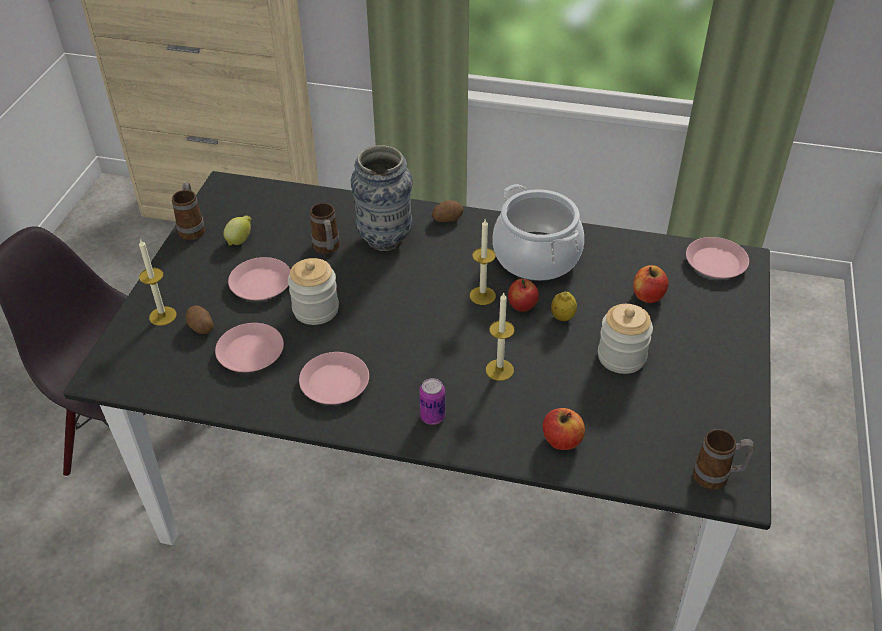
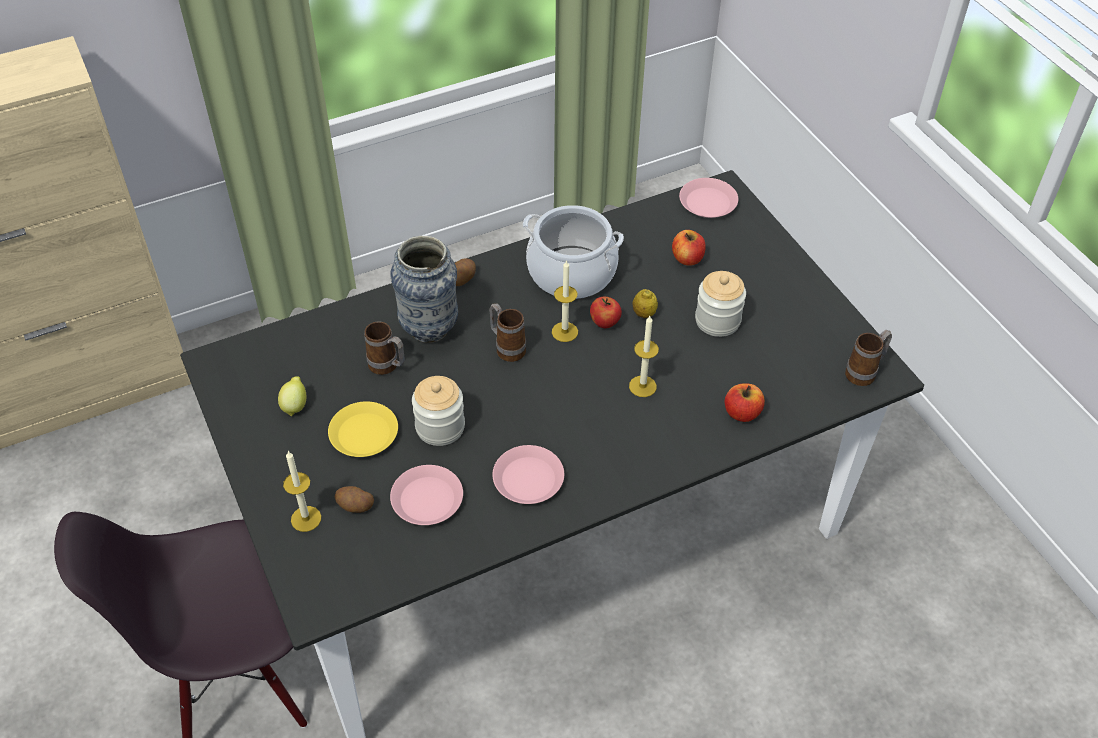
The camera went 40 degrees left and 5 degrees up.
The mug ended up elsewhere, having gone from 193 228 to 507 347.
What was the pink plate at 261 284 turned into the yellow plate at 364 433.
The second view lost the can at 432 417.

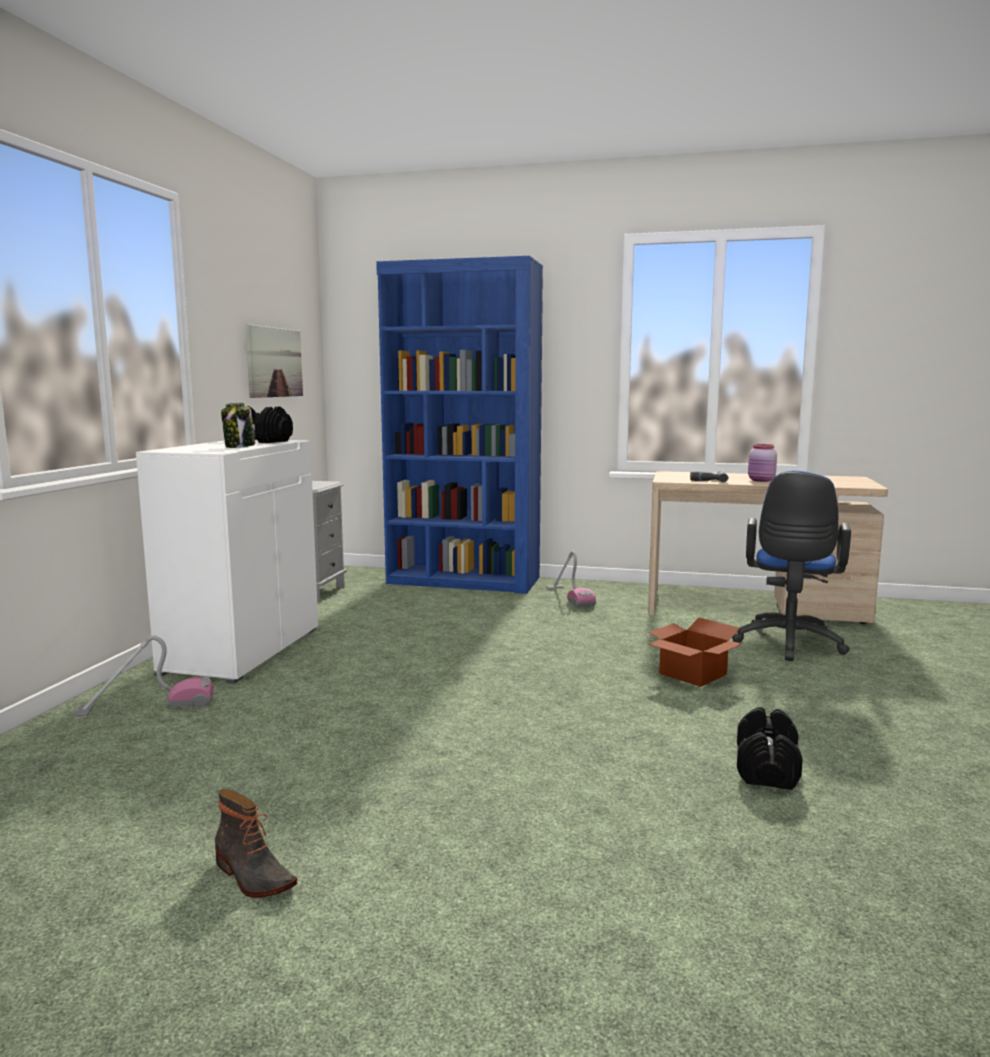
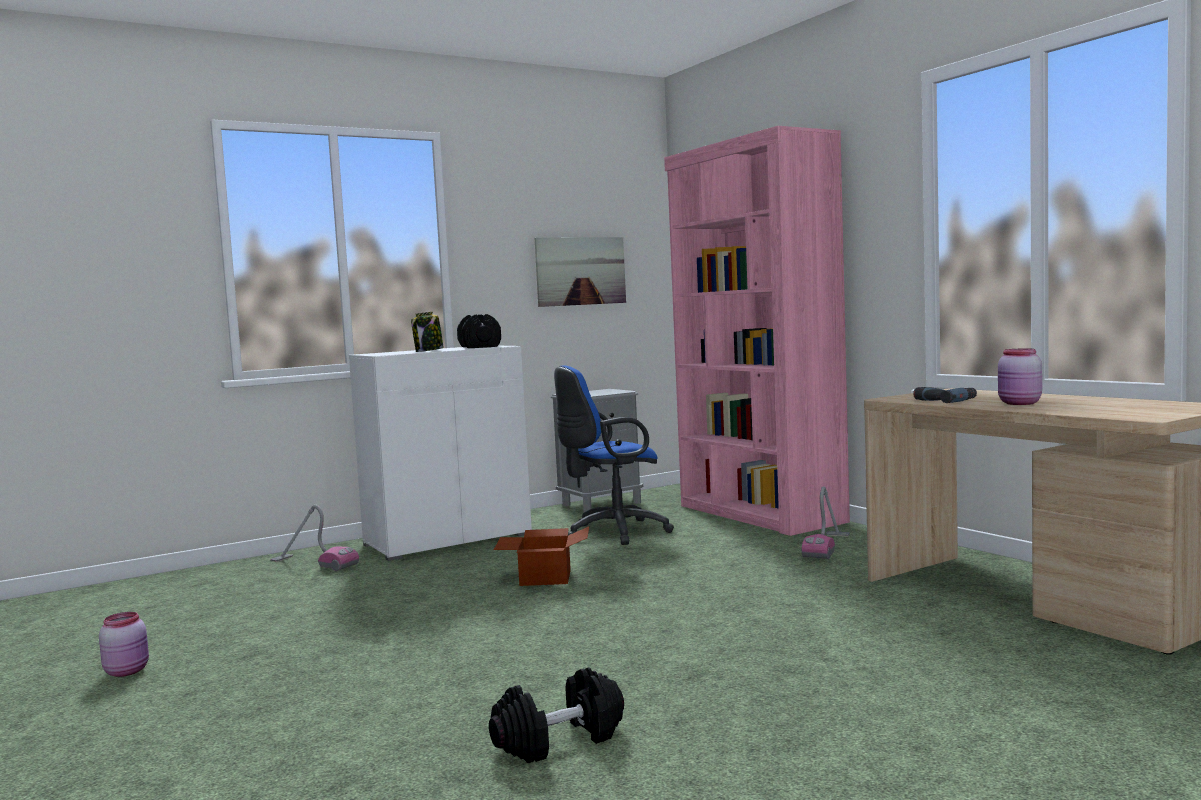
The camera went 45 degrees right and 5 degrees down.
What was the blue bookcase at 464 581 turned into the pink bookcase at 760 514.
The blue office chair ended up elsewhere, having gone from 788 645 to 611 533.
The cardboard box ended up elsewhere, having gone from 691 674 to 544 577.
Where the boot stood at 252 877, the pink jar came to stand at 128 671.

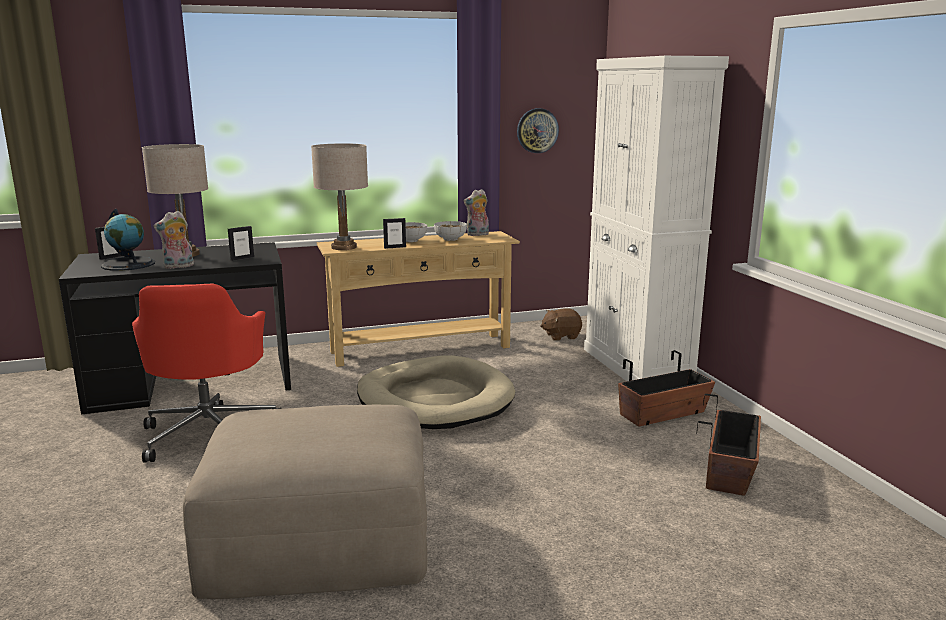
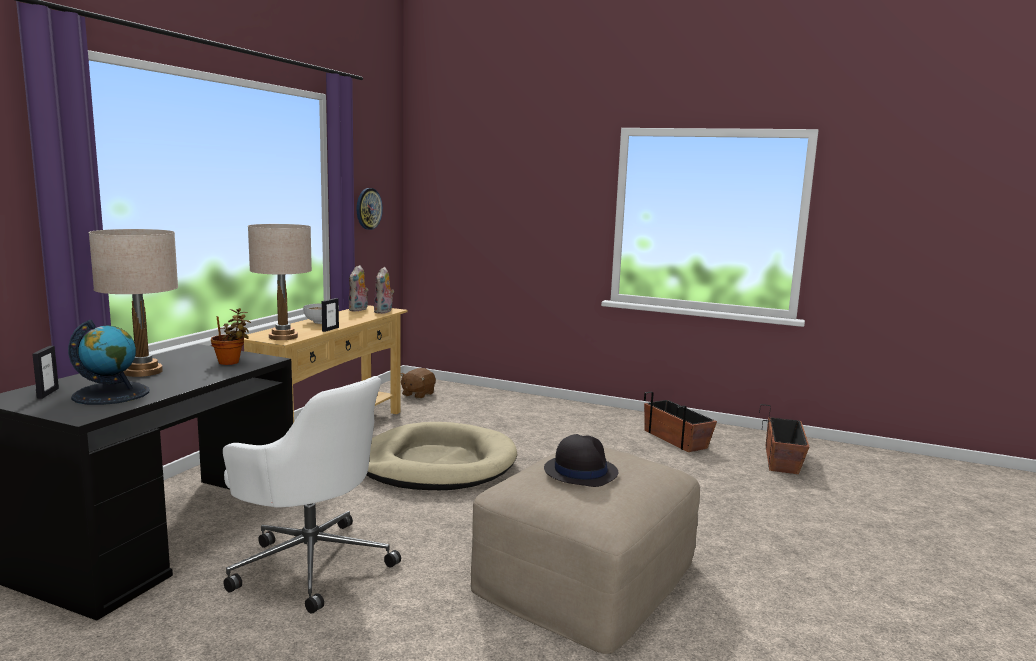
The camera went 50 degrees left and 5 degrees down.
The second view lost the white cabinet at 637 366.
The plush toy ended up elsewhere, having gone from 178 266 to 384 312.
The second view lost the bowl at 450 239.
Where the picture frame stood at 242 258, the potted plant came to stand at 231 362.
What was the red office chair at 210 433 turned into the white office chair at 311 563.
The planter ended up elsewhere, having gone from 663 414 to 782 459.
The second view gained the black hat at 580 471.

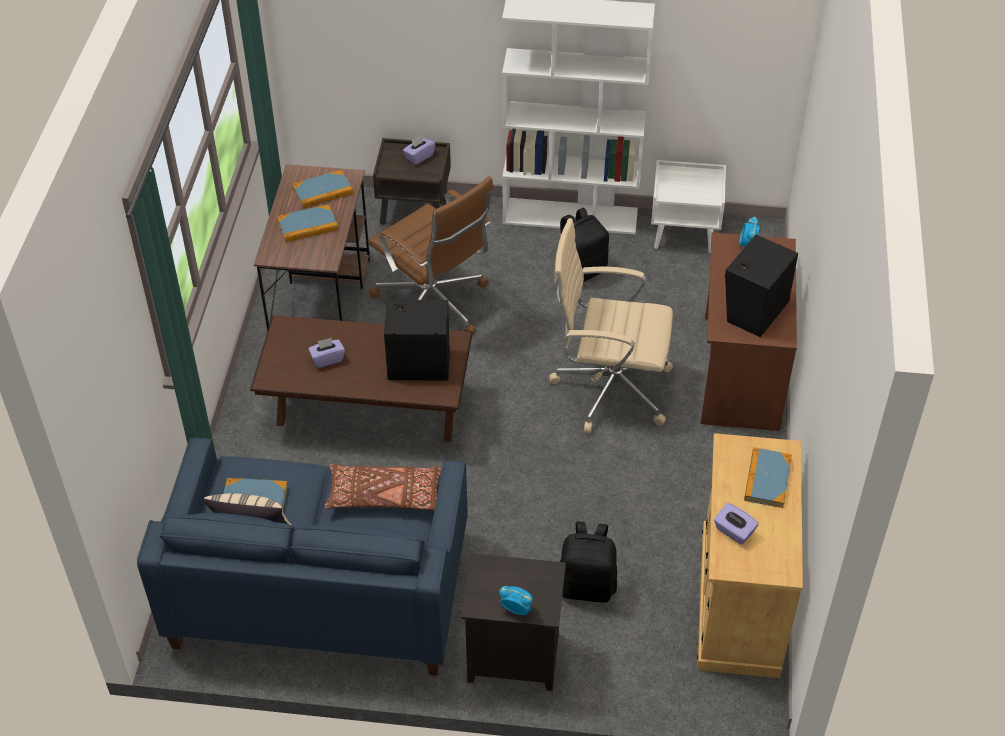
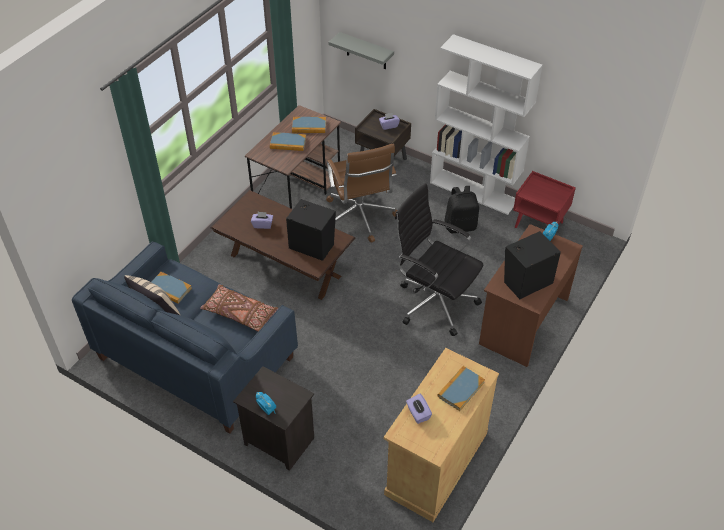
The camera went 25 degrees right and 0 degrees up.
What was the white nightstand at 684 234 turned into the red nightstand at 539 224.
What was the beige office chair at 609 388 turned into the black office chair at 434 302.
The second view lost the black backpack at 587 586.
The second view gained the grey shelf at 366 51.

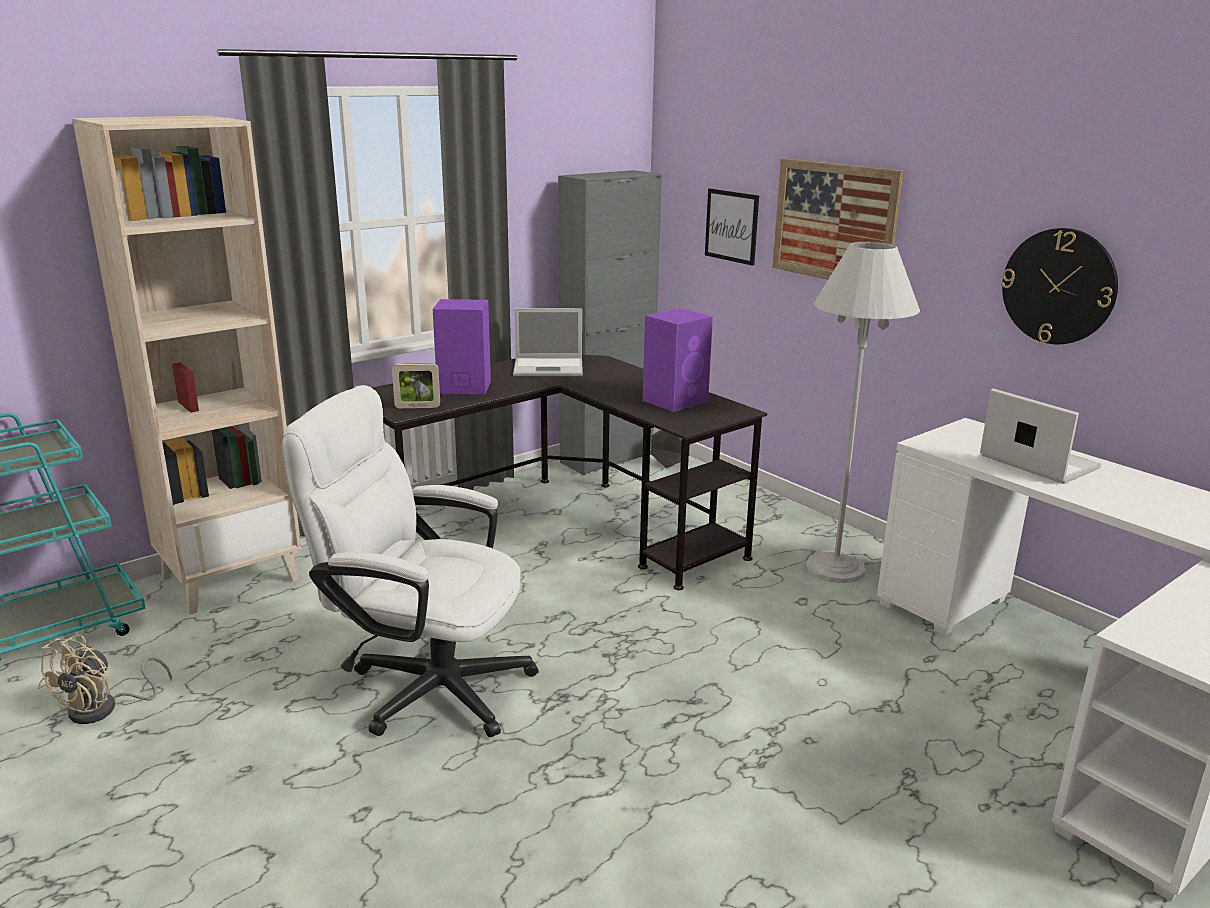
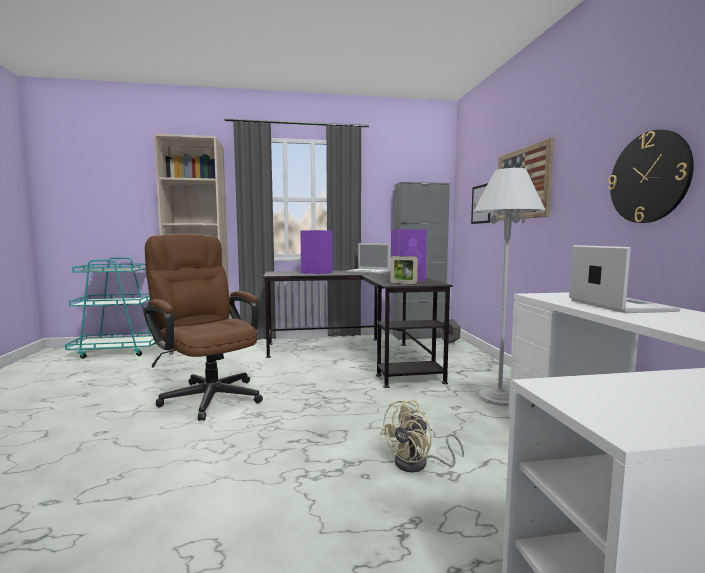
The camera went 30 degrees right and 15 degrees down.
The picture frame ended up elsewhere, having gone from 417 407 to 403 283.
What was the white office chair at 425 684 turned into the brown office chair at 208 394.
The beige fan ended up elsewhere, having gone from 104 709 to 418 464.

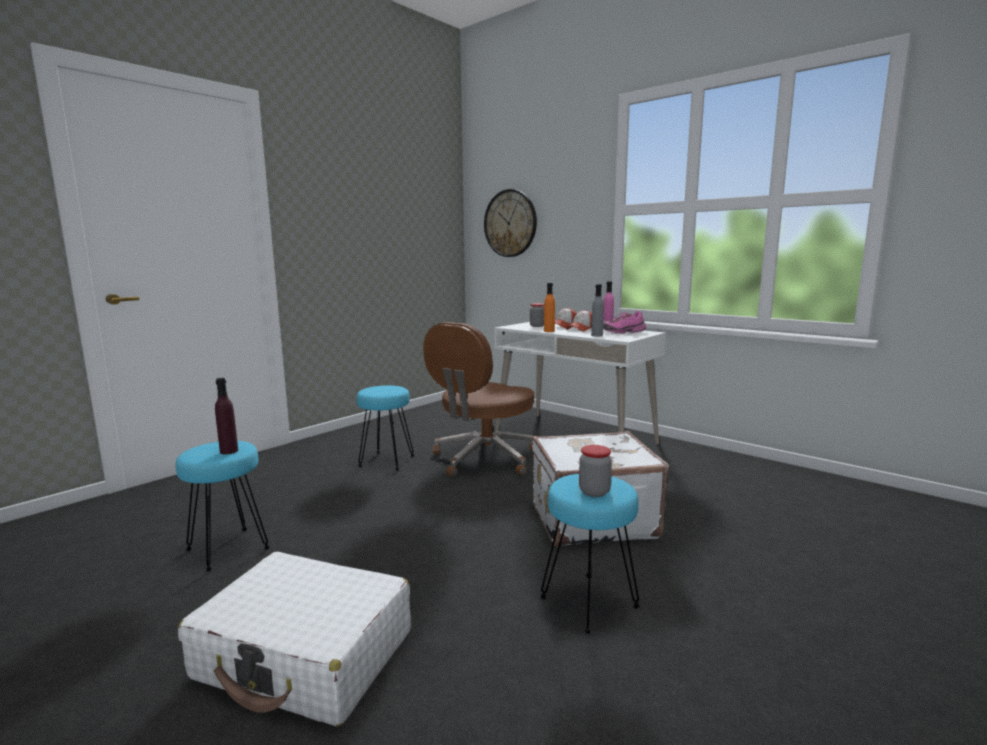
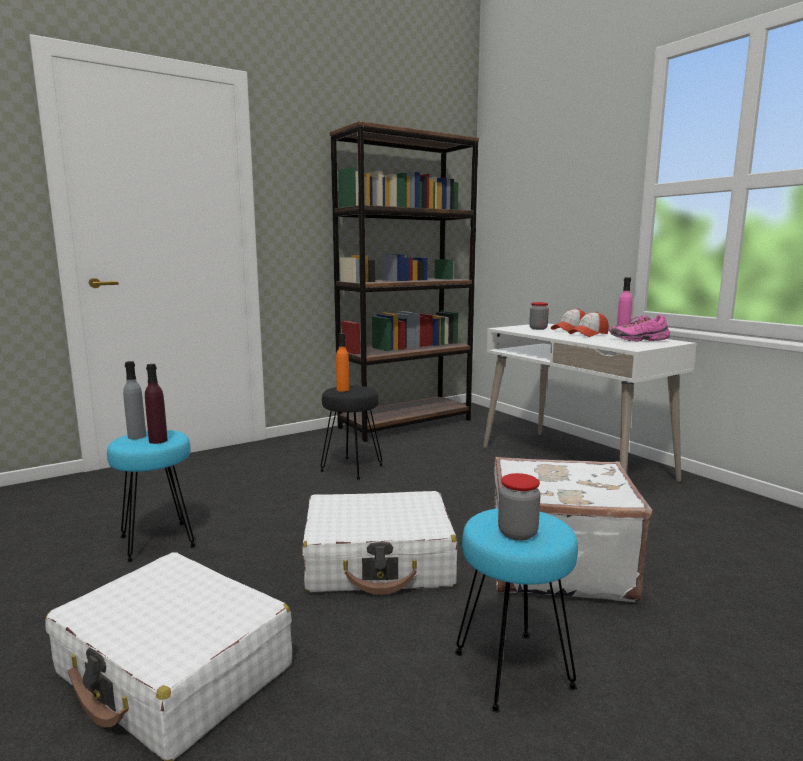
The camera went 15 degrees right and 0 degrees up.
The second view lost the wall clock at 510 223.
The orange bottle ended up elsewhere, having gone from 549 331 to 343 390.
The grey bottle ended up elsewhere, having gone from 597 335 to 137 436.
The second view lost the brown office chair at 484 458.
What was the turquoise stool at 386 461 turned into the black stool at 351 469.
The second view gained the brown bookcase at 406 423.
The second view gained the white suitcase at 379 561.

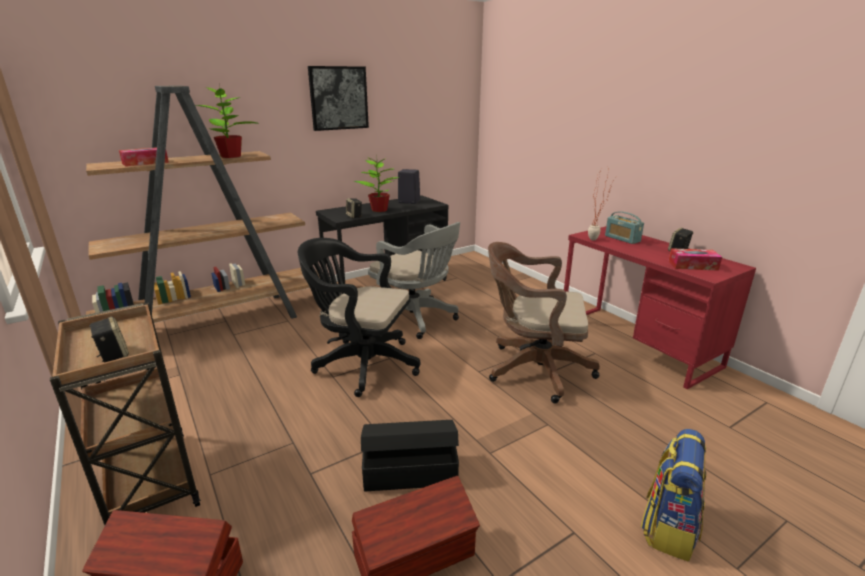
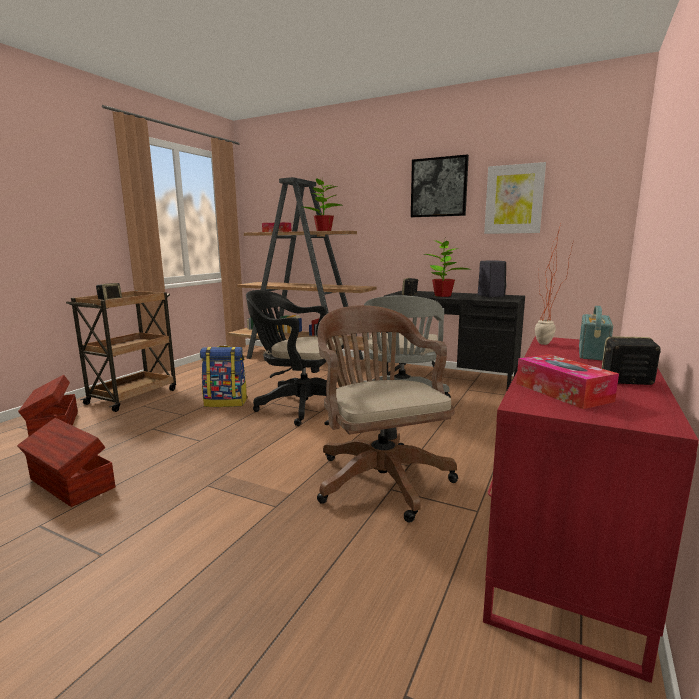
The camera went 60 degrees right and 10 degrees down.
The black office chair at 362 364 ended up facing another way, 60 degrees counterclockwise from before.
The second view lost the black storage box at 409 471.
The backpack ended up elsewhere, having gone from 668 527 to 226 402.
The second view gained the picture at 514 199.

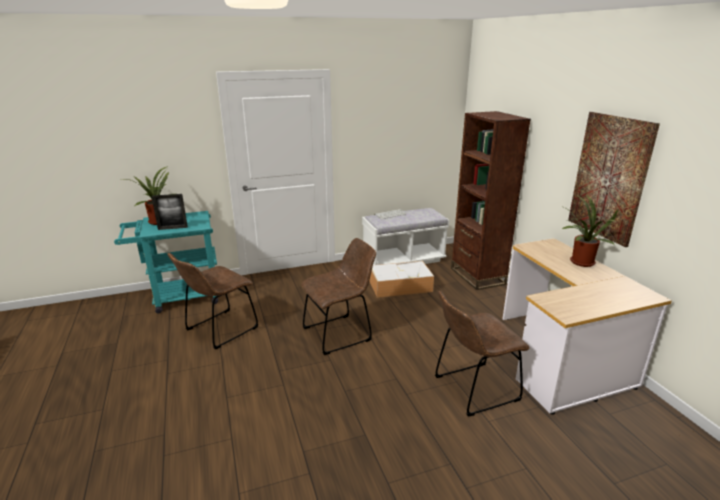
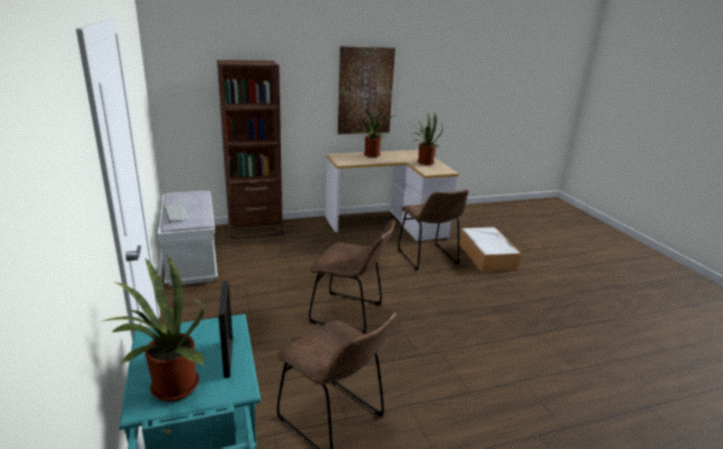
The camera went 90 degrees left and 0 degrees up.
The brown chair at 340 333 ended up facing another way, 135 degrees clockwise from before.
The storage box ended up elsewhere, having gone from 401 285 to 486 256.
The second view gained the potted plant at 423 162.

